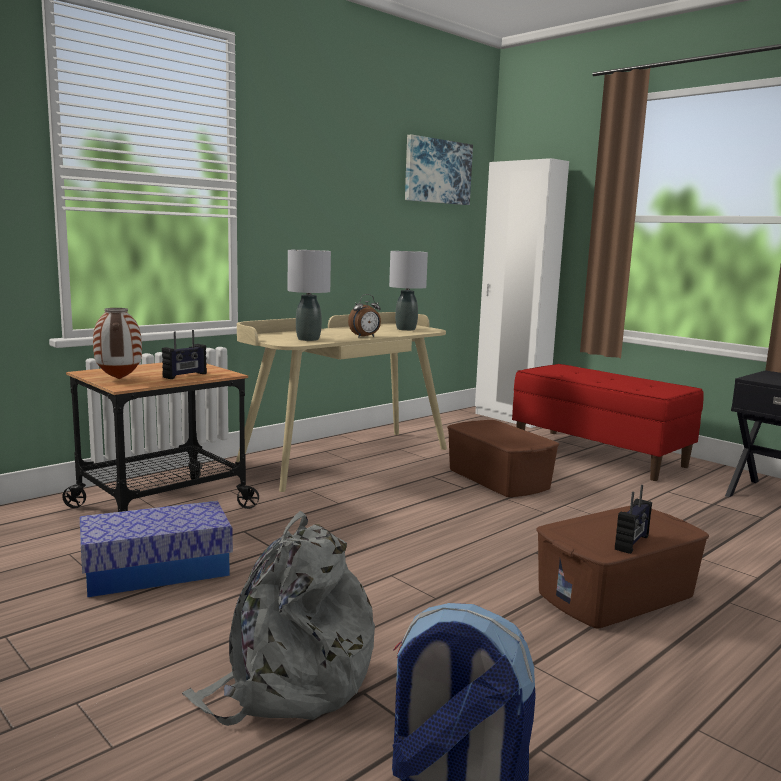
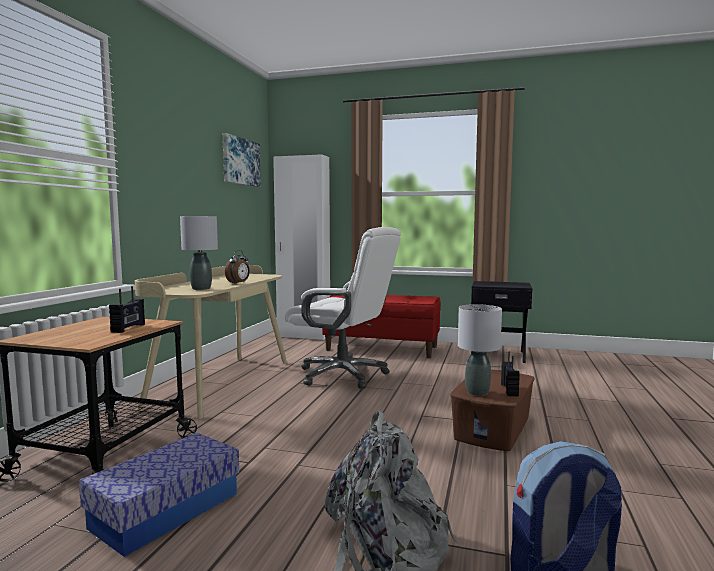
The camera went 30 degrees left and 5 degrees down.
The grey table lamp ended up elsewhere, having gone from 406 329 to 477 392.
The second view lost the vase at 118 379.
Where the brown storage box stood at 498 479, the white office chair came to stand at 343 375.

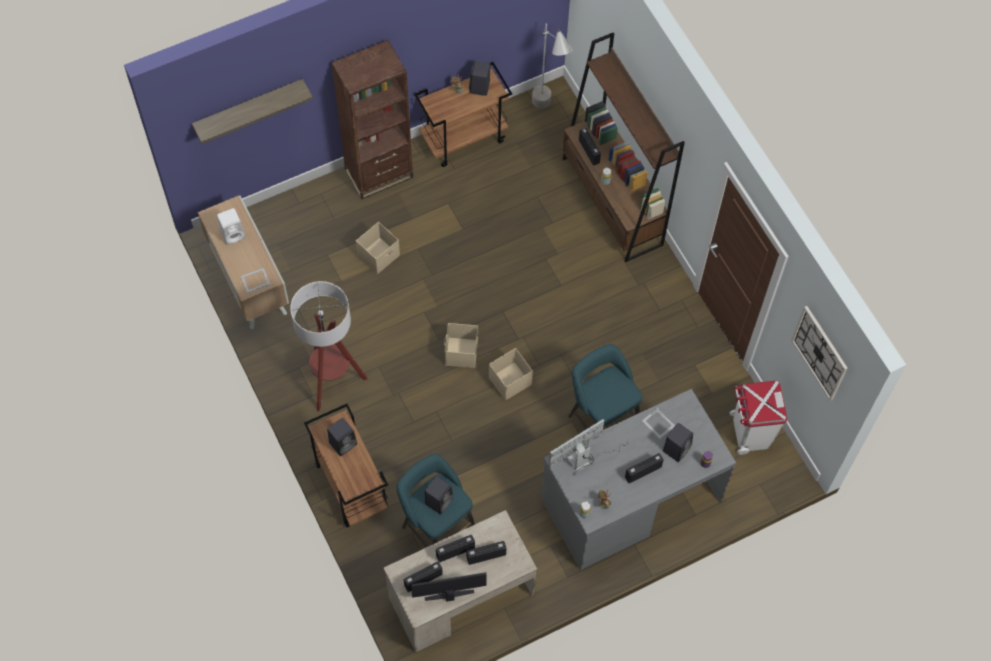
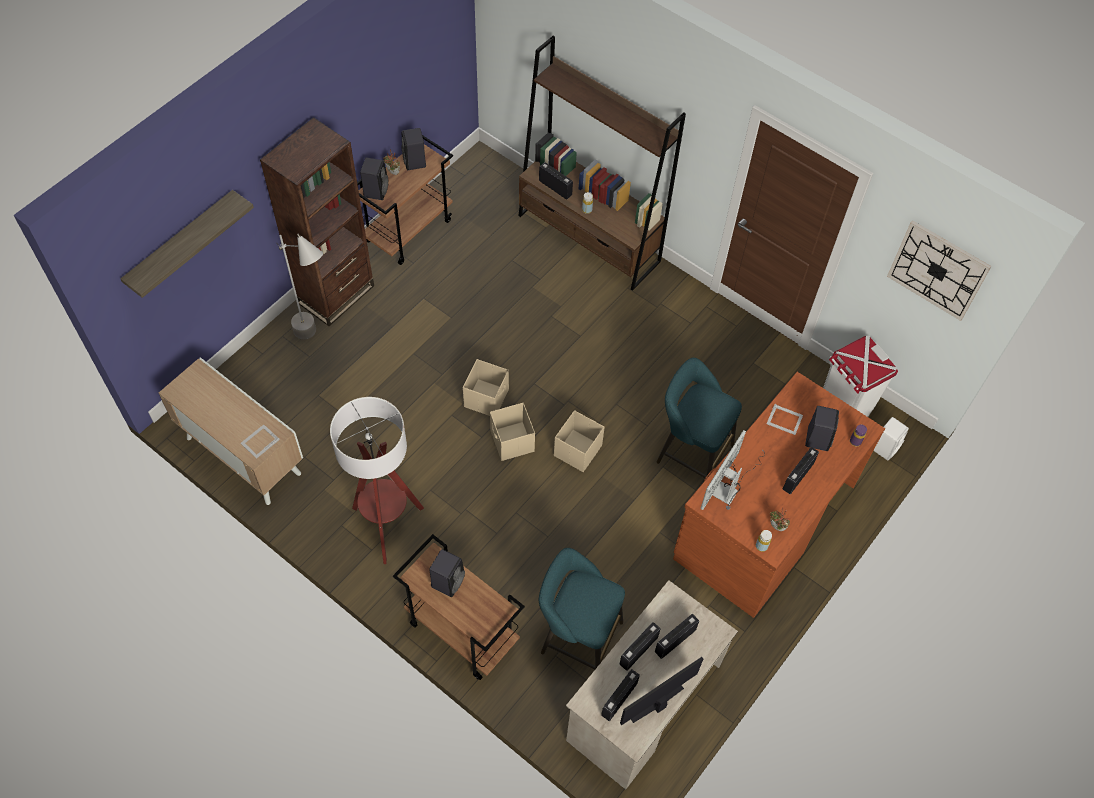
The camera went 25 degrees left and 5 degrees down.
The grey floor lamp ended up elsewhere, having gone from 548 112 to 318 340.
The white speaker ended up elsewhere, having gone from 233 234 to 885 447.
The beige storage box ended up elsewhere, having gone from 379 255 to 487 398.
What was the grey desk at 629 499 turned into the brown desk at 763 521.
The black speaker ended up elsewhere, having gone from 439 500 to 376 190.

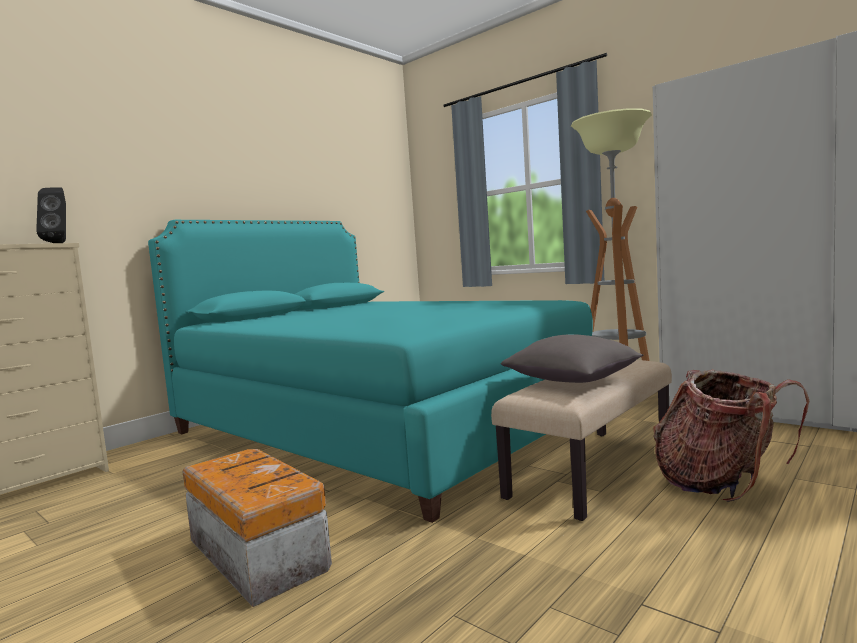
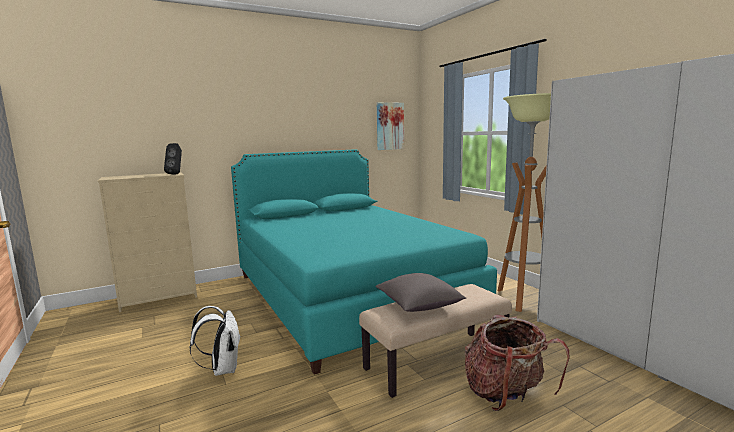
The camera went 20 degrees right and 5 degrees up.
Where the storage box stood at 258 552, the white backpack came to stand at 222 369.
The second view gained the picture at 390 126.

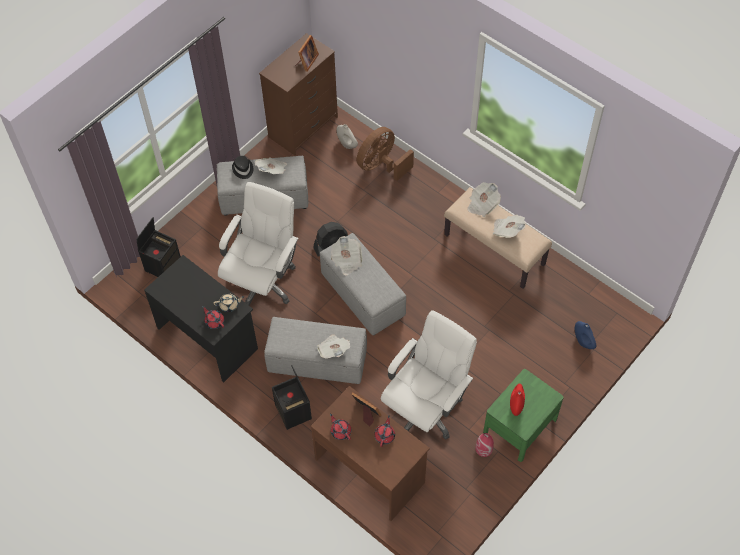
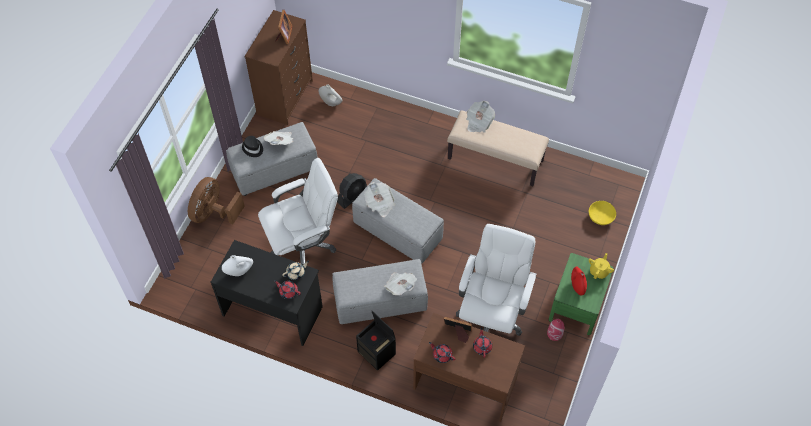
The camera went 20 degrees left and 0 degrees up.
The brown fan ended up elsewhere, having gone from 381 166 to 214 213.
The white office chair at 263 281 ended up facing another way, 60 degrees clockwise from before.
The second view lost the newspaper at 507 230.
The second view lost the black storage box at 163 264.
Where the blue vase stood at 583 342, the yellow bowl came to stand at 601 217.
The second view gained the yellow teapot at 599 271.
The second view gained the white vase at 239 271.

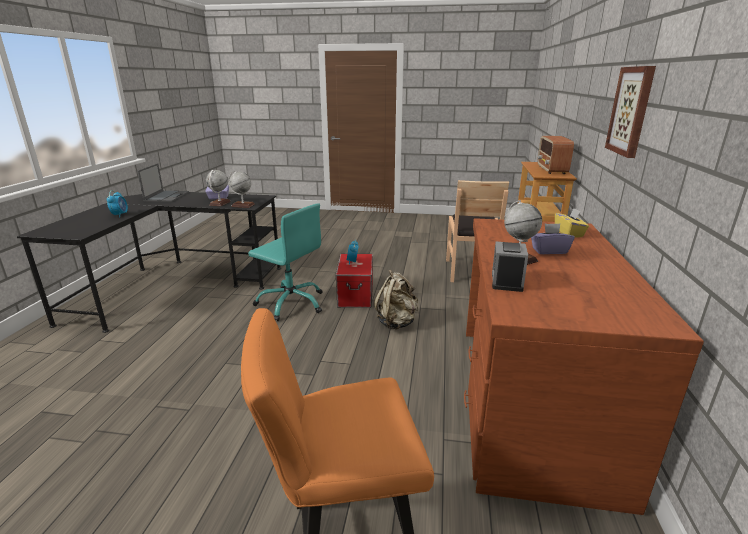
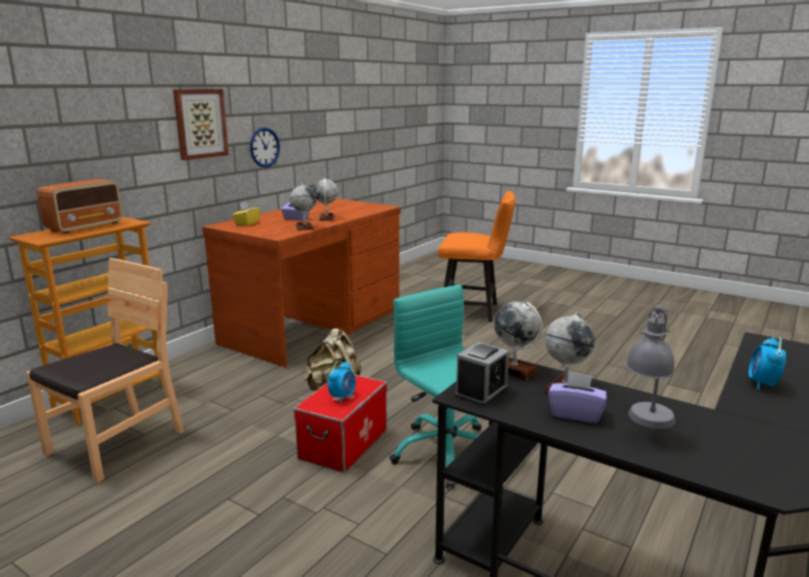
The camera went 155 degrees left and 5 degrees down.
The second view lost the laptop at 167 196.
The alarm clock ended up elsewhere, having gone from 506 281 to 481 392.
The second view gained the wall clock at 264 147.
The second view gained the globe at 304 227.
The second view gained the grey table lamp at 647 426.

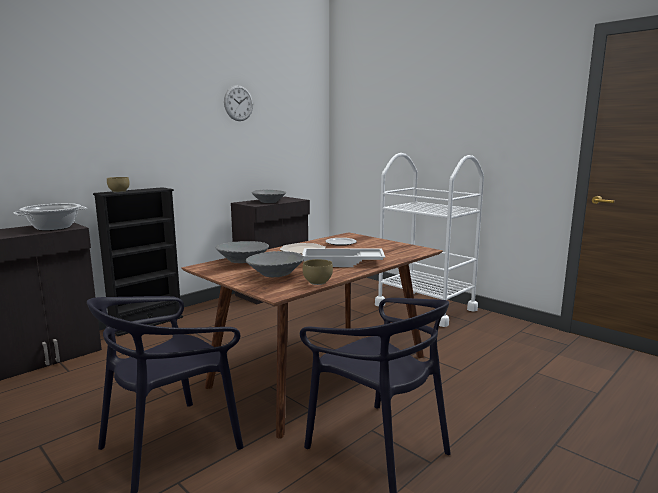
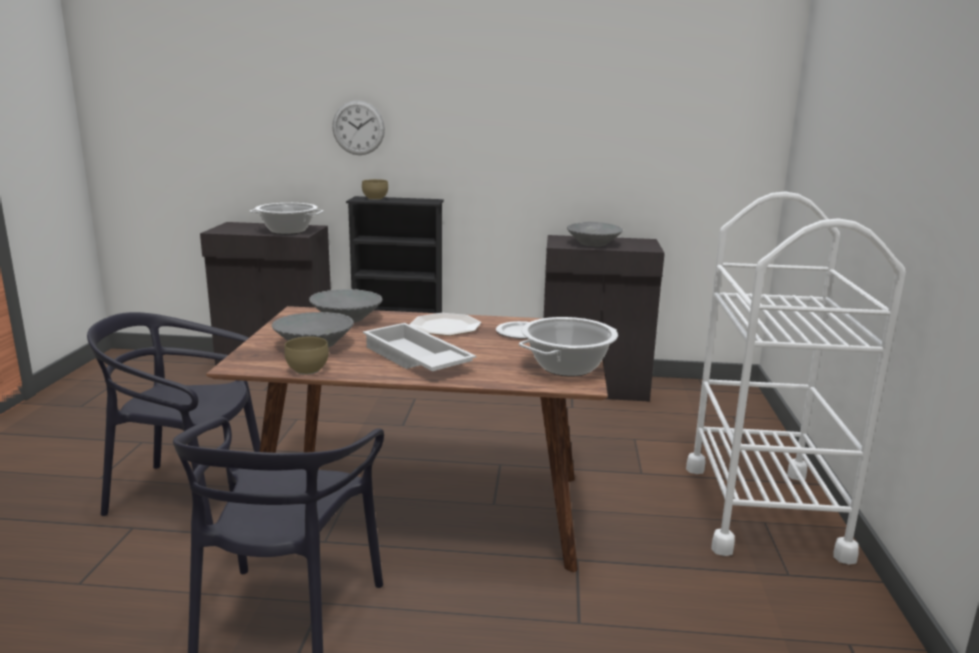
The camera went 50 degrees right and 5 degrees up.
The wall clock ended up elsewhere, having gone from 238 103 to 358 128.
The second view gained the cooking pot at 567 367.

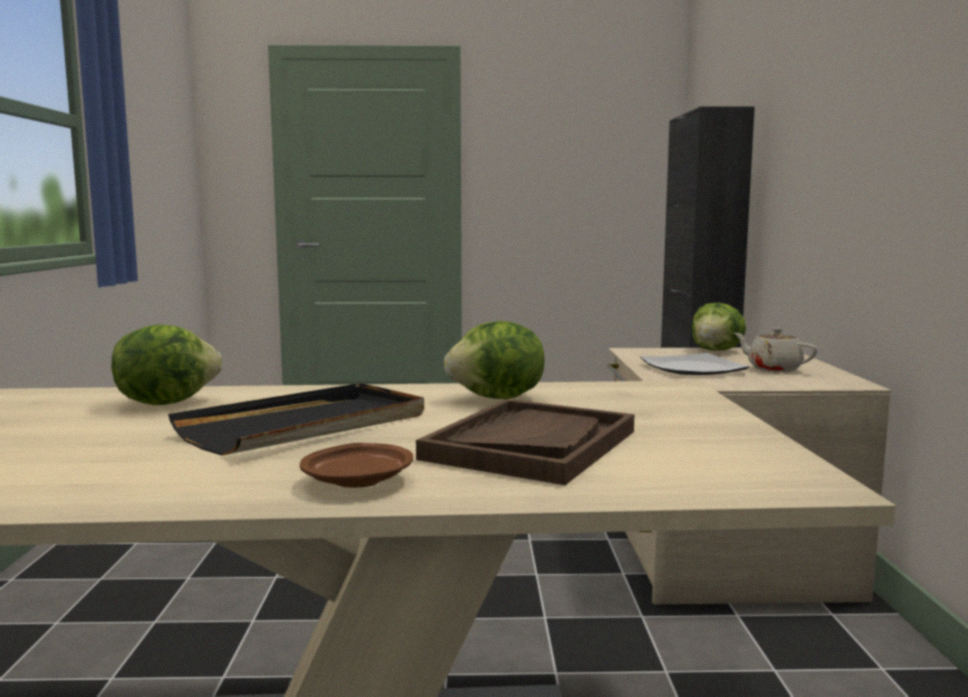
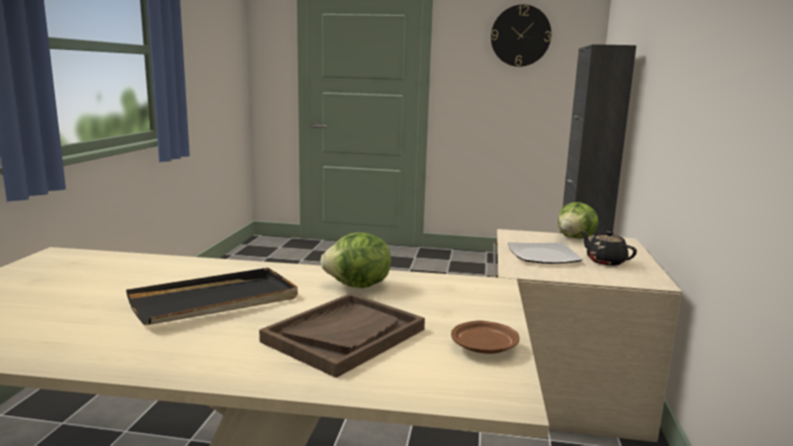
The camera went 10 degrees right and 5 degrees up.
The second view lost the lettuce at 166 402.
What was the beige teapot at 773 369 turned into the black teapot at 605 261.
The brown plate ended up elsewhere, having gone from 358 481 to 484 347.
The second view gained the wall clock at 520 36.

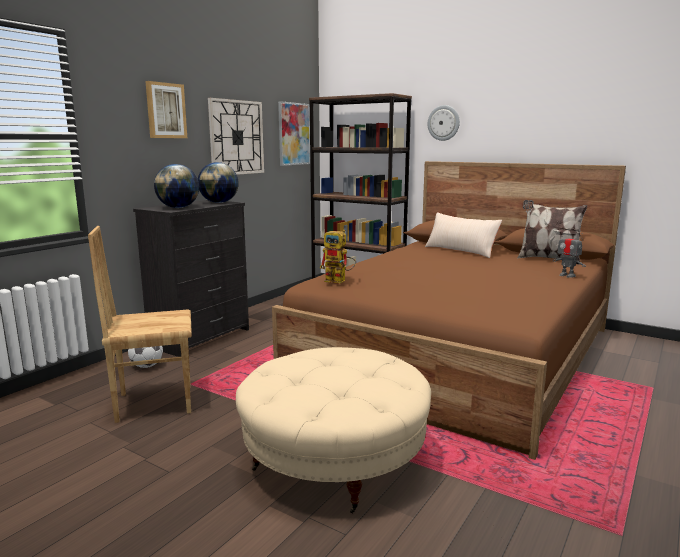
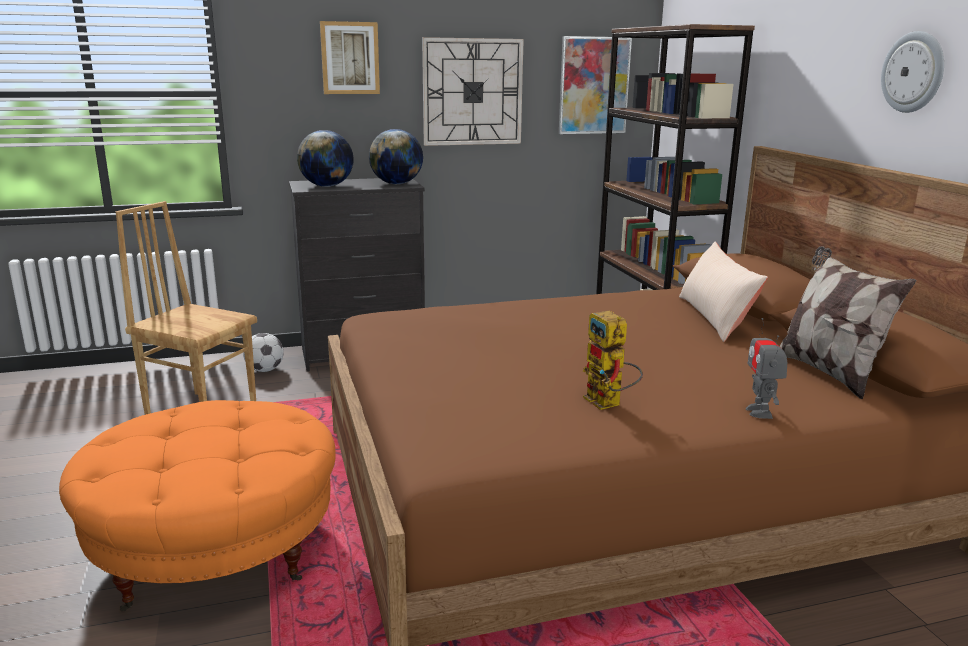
The camera went 40 degrees right and 5 degrees up.
The wall clock ended up elsewhere, having gone from 443 123 to 913 72.
The toy robot ended up elsewhere, having gone from 339 281 to 609 404.
What was the beige ottoman at 334 459 turned into the orange ottoman at 215 547.

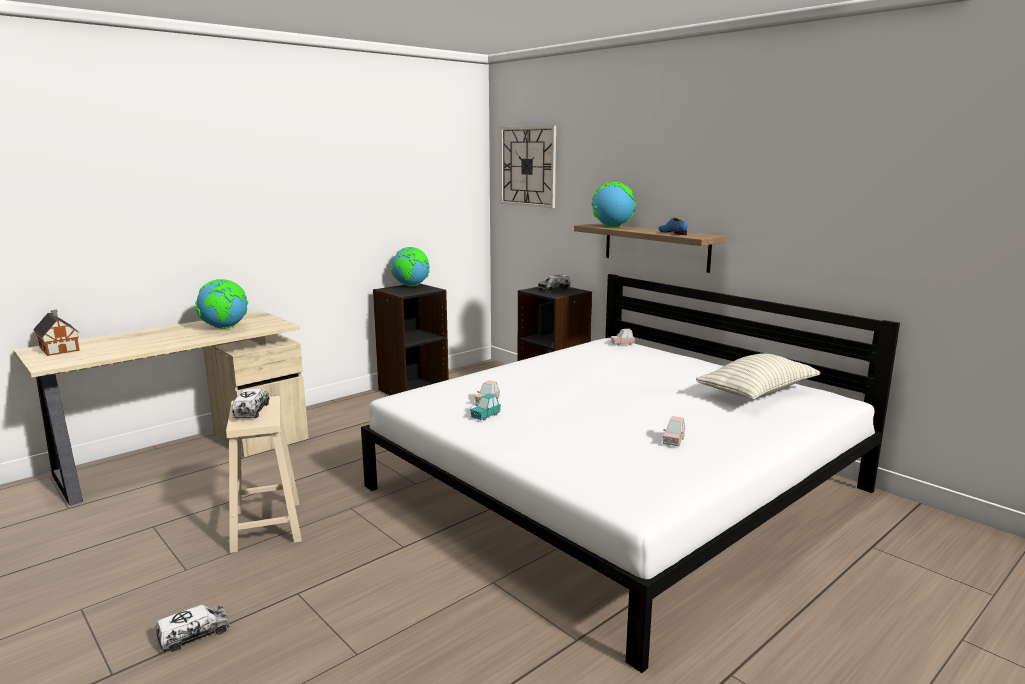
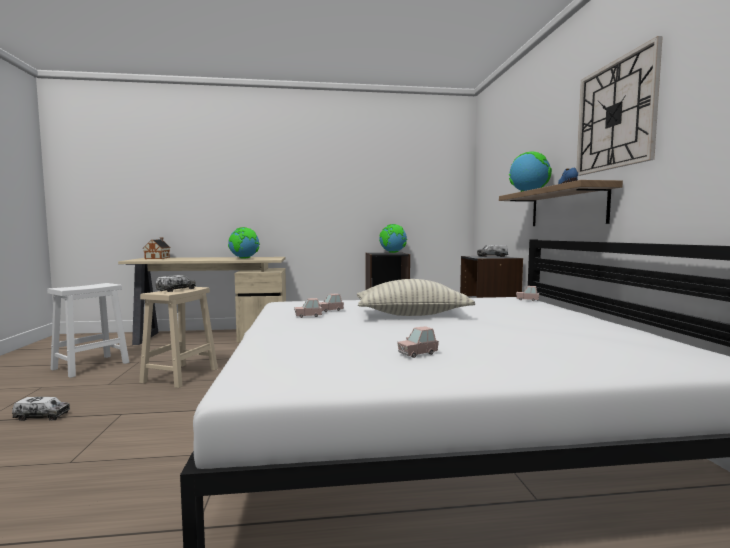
The camera went 35 degrees right and 10 degrees down.
The wall clock ended up elsewhere, having gone from 528 166 to 615 115.
The pillow ended up elsewhere, having gone from 757 393 to 411 314.
What was the turquoise toy car at 485 416 turned into the pink toy car at 308 316.
The second view gained the white stool at 92 365.

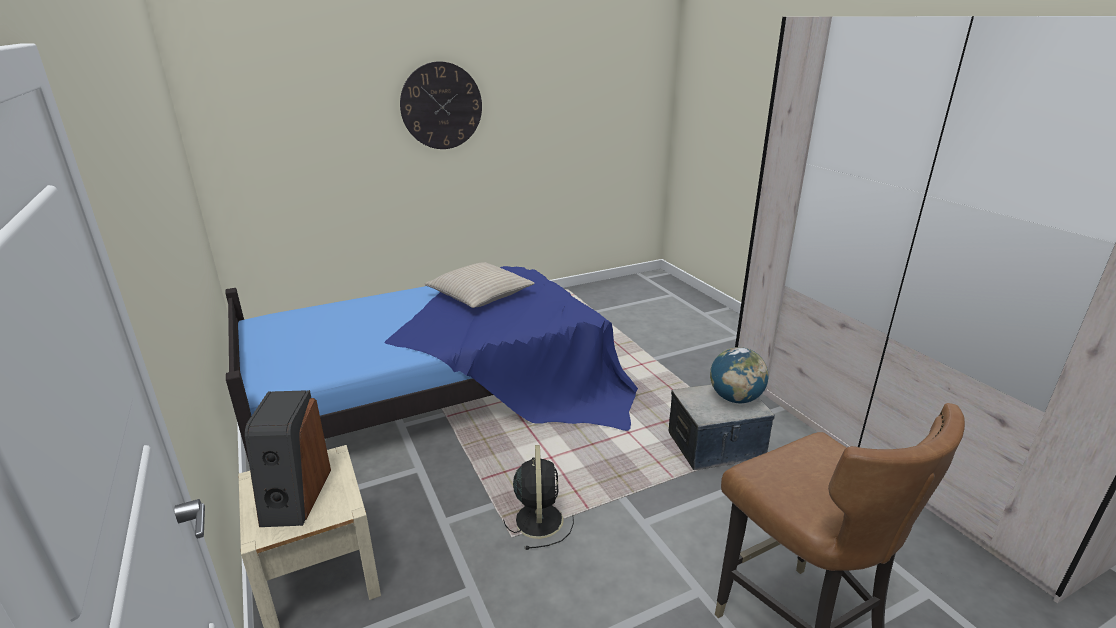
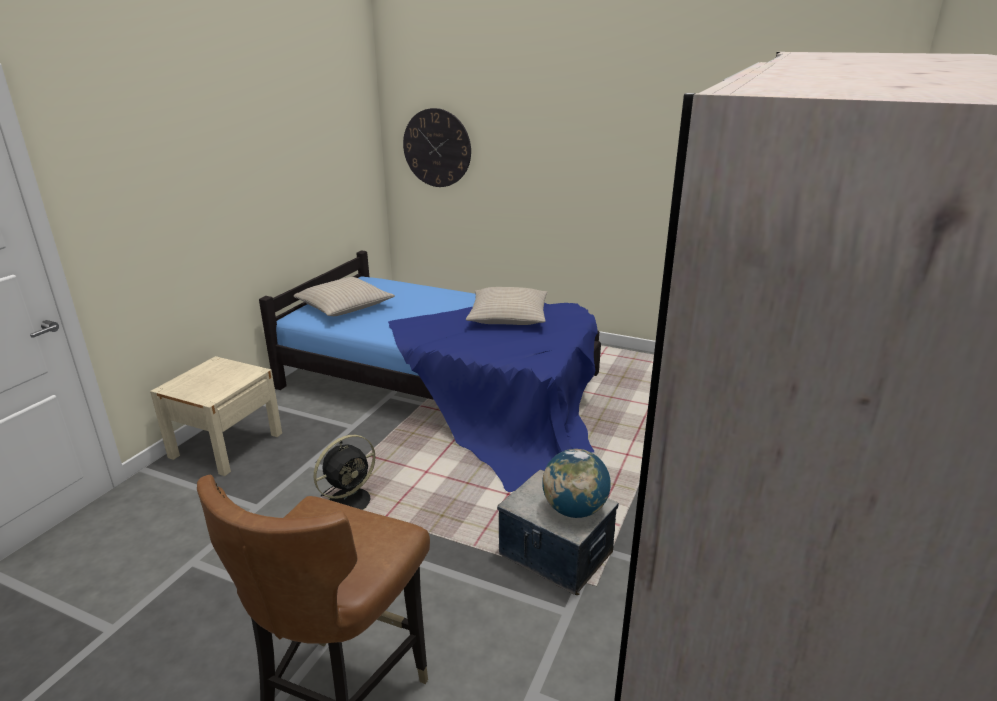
The camera went 50 degrees right and 0 degrees up.
The wall clock ended up elsewhere, having gone from 441 106 to 437 148.
The second view lost the speaker at 295 496.
The second view gained the beige pillow at 344 306.

